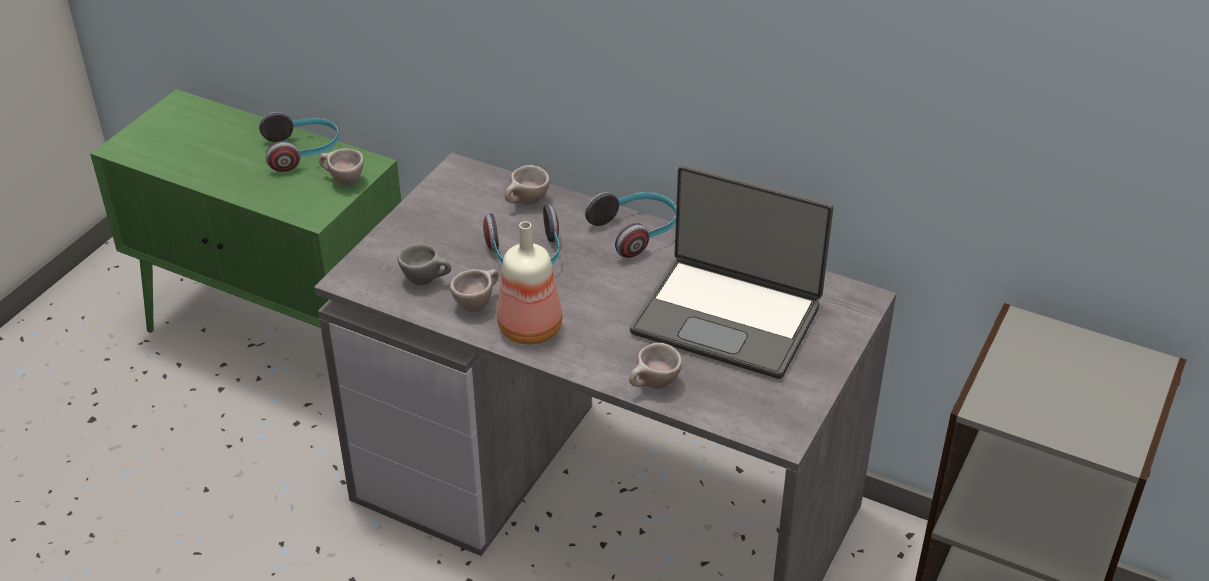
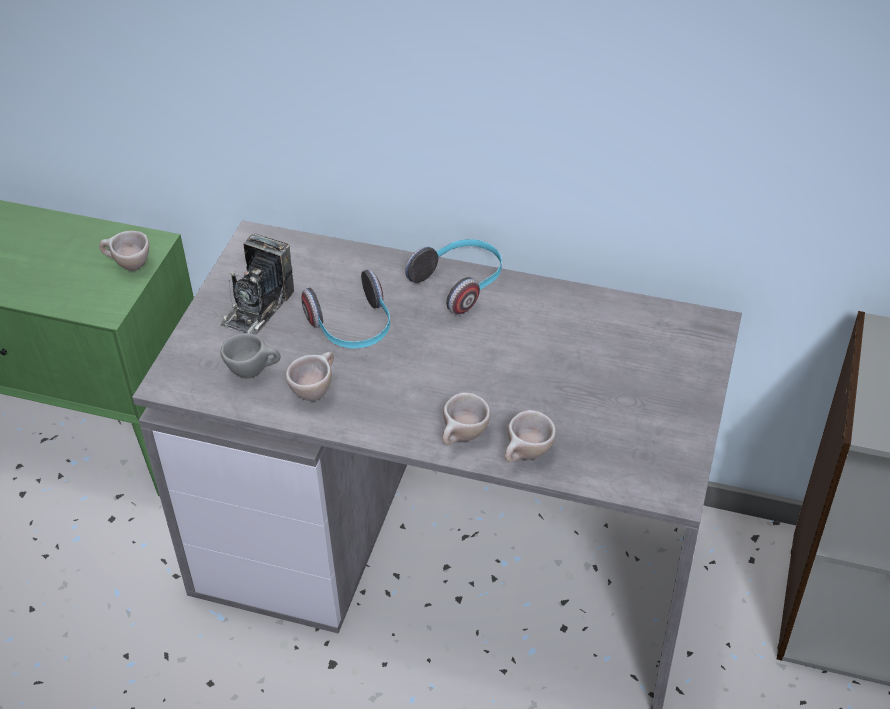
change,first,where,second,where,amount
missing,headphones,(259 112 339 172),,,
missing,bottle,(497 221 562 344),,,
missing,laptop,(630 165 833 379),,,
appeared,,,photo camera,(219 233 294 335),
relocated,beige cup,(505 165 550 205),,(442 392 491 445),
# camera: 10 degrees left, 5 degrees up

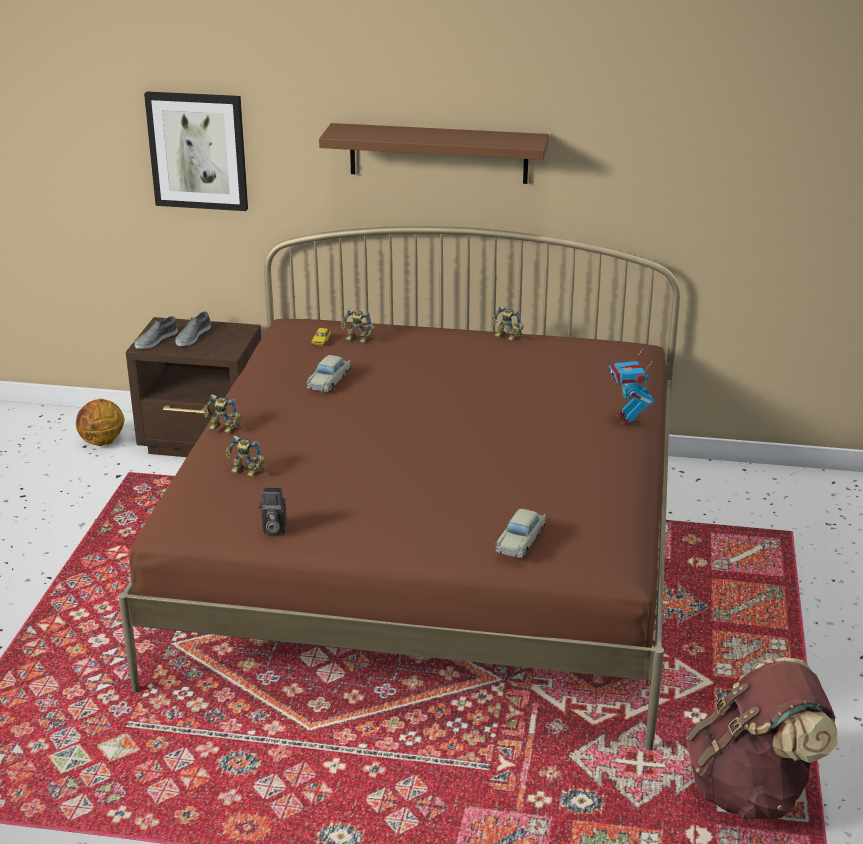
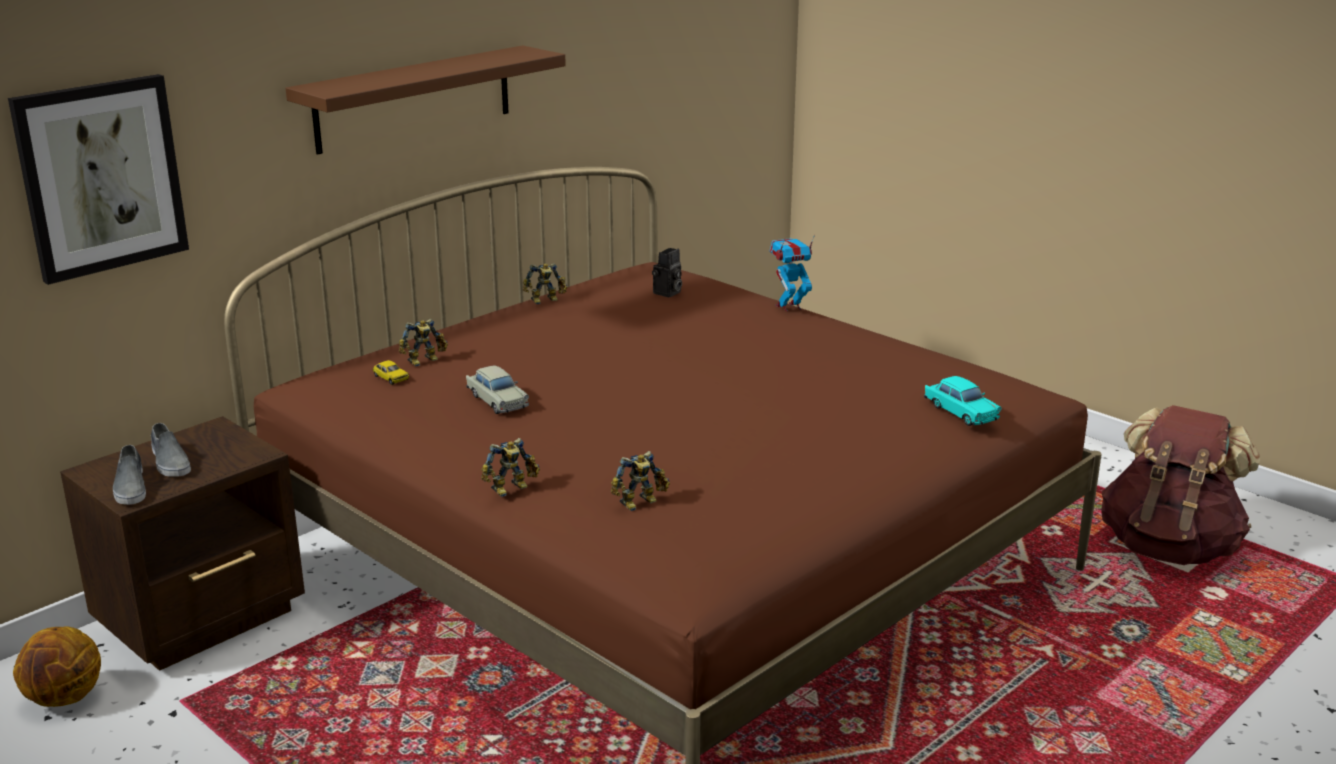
change,first,where,second,where,amount
relocated,photo camera,(259 488 287 535),,(652 248 682 297),
colour,beige toy car,(495 509 546 558),turquoise toy car,(924 376 1002 426),
spun,toy robot,(609 349 654 425),,(769 235 815 312),135 degrees clockwise
# camera: 55 degrees left, 5 degrees down

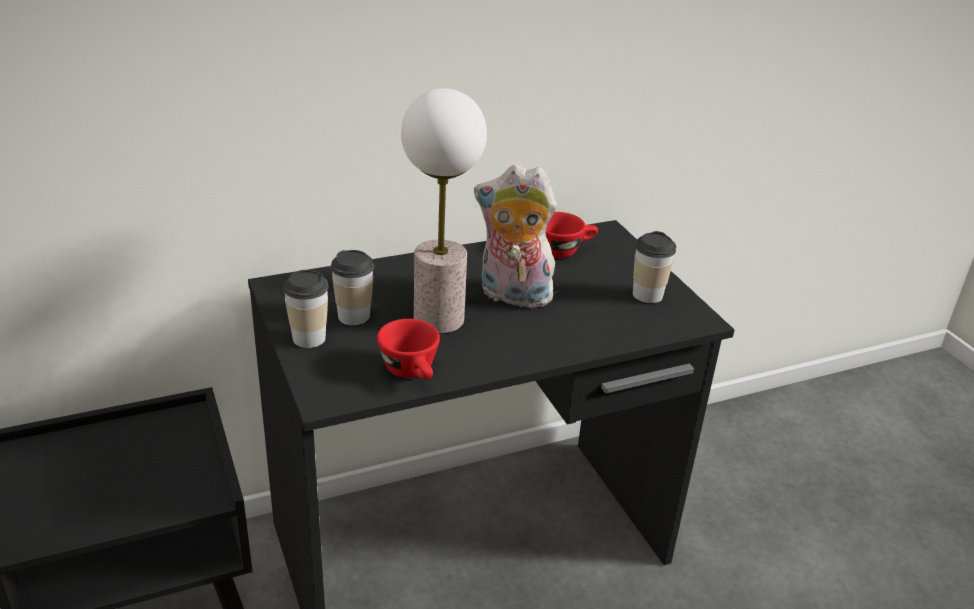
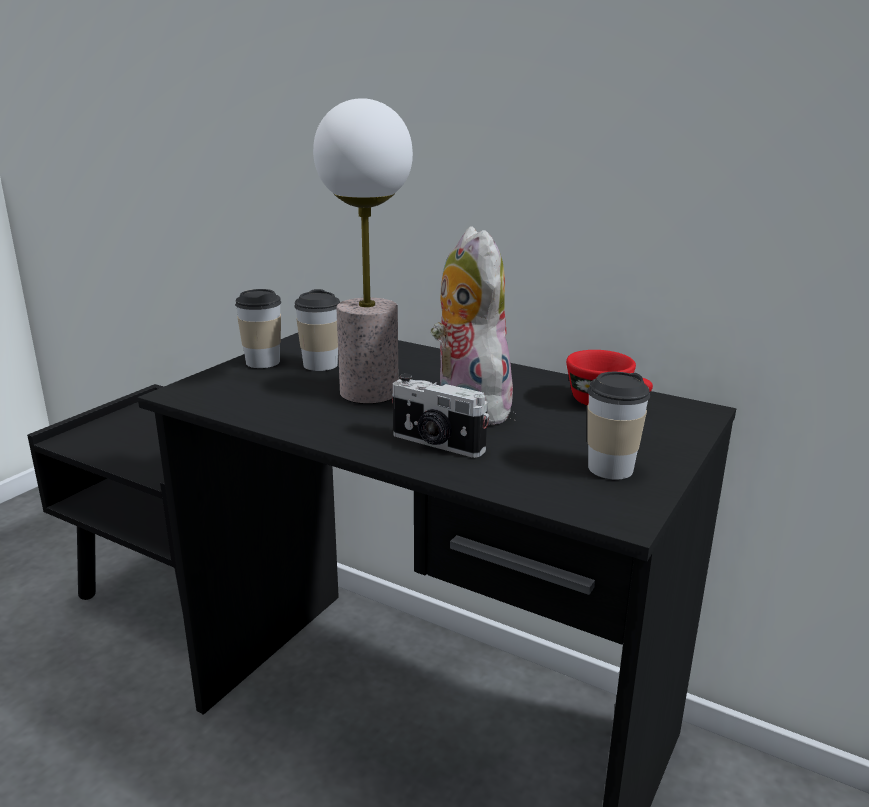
change,first,where,second,where,amount
missing,red cup,(377 319 440 379),,,
appeared,,,photo camera,(392 374 489 458),
# camera: 55 degrees right, 10 degrees down

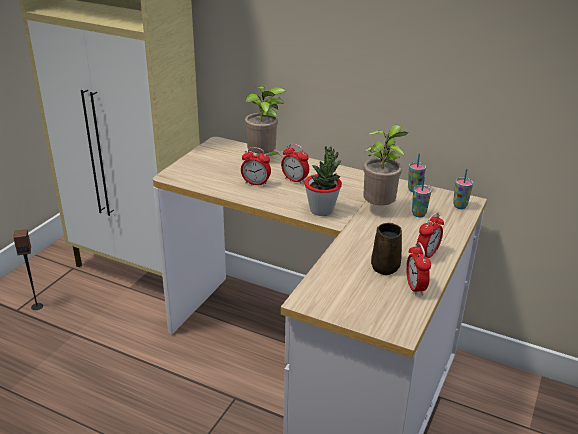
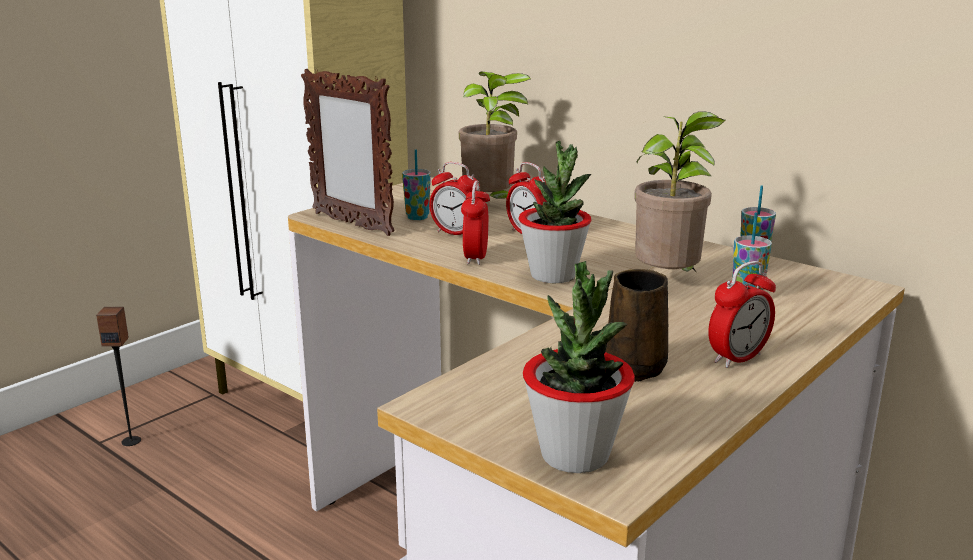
change,first,where,second,where,amount
appeared,,,picture frame,(301 69 395 236),
appeared,,,potted plant,(523 261 635 473),
relocated,alarm clock,(406 242 431 296),,(461 180 490 265),
relocated,cup,(453 169 473 209),,(402 149 431 220),
# camera: 15 degrees right, 10 degrees down

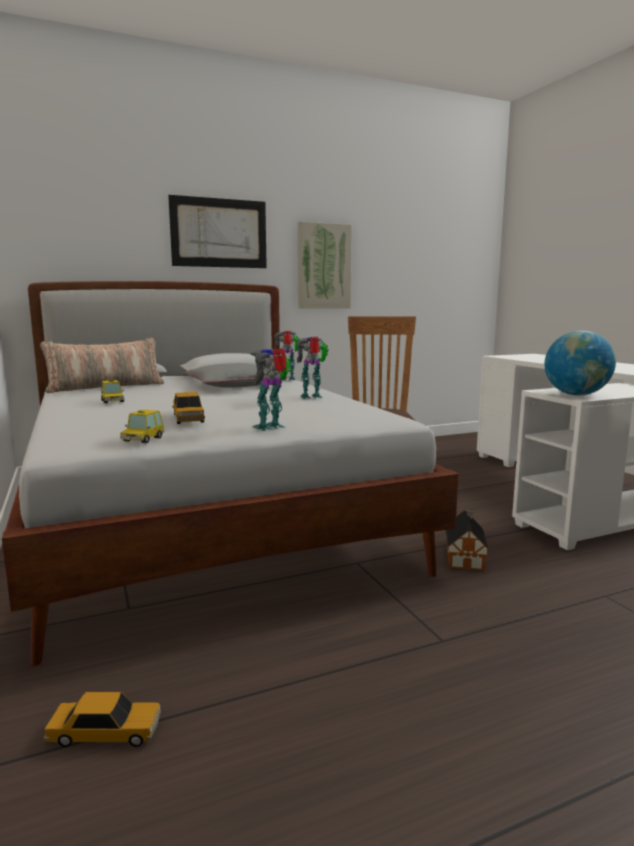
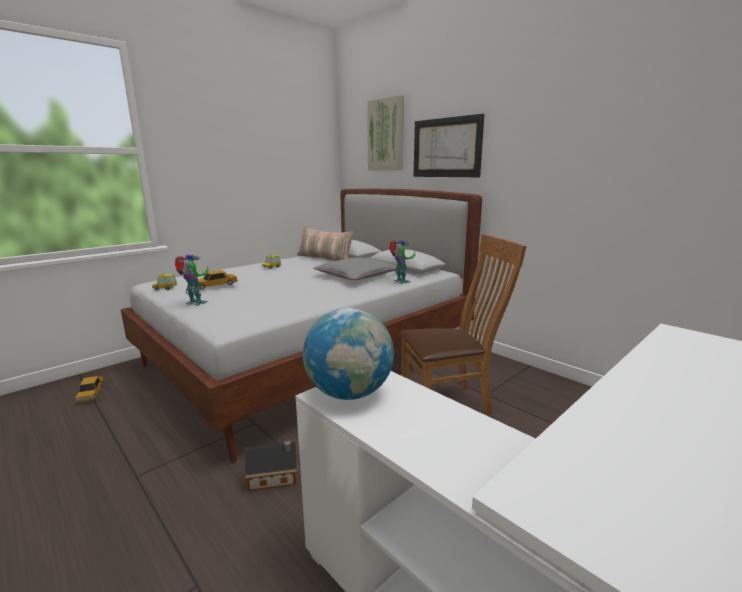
change,first,where,second,where,amount
missing,toy robot,(297 337 329 399),,,
relocated,picture,(297 221 352 308),,(367 95 404 170),
# camera: 70 degrees right, 5 degrees up

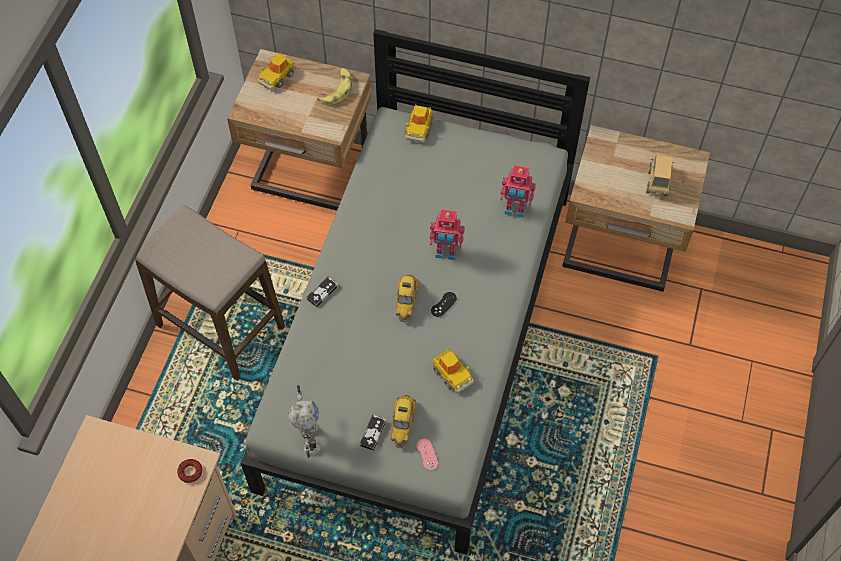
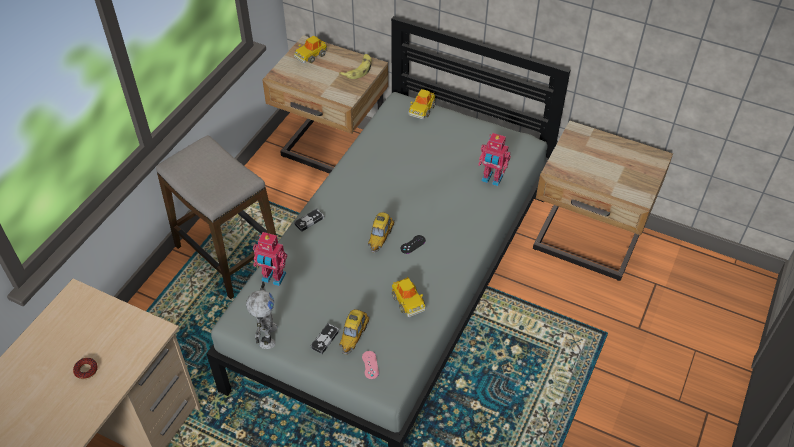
change,first,where,second,where,amount
missing,toy truck,(646 154 674 196),,,
relocated,donut,(177 459 203 483),,(73 358 98 379),
relocated,toy robot,(430 209 465 260),,(253 232 287 286),
# camera: 10 degrees right, 10 degrees down

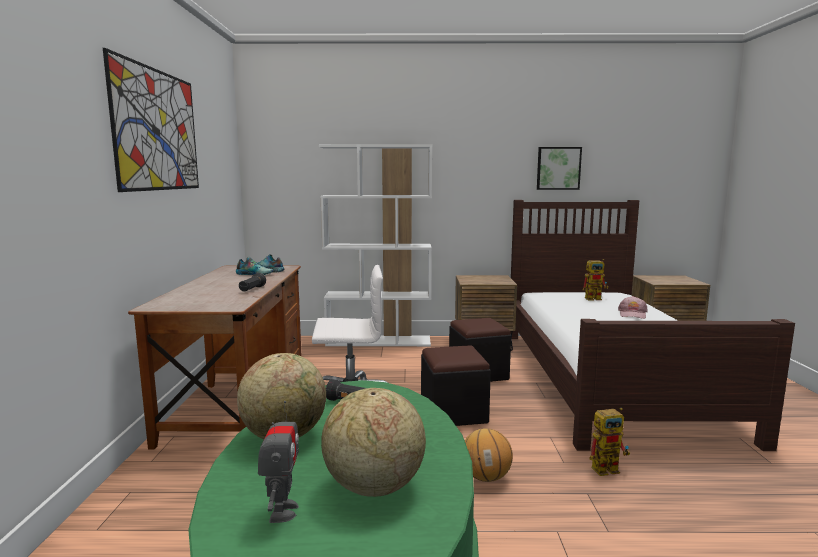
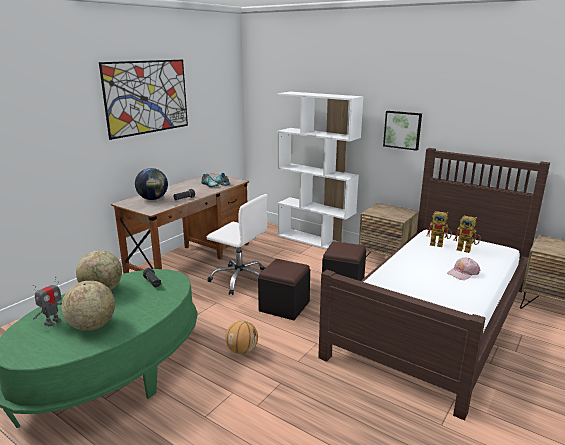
change,first,where,second,where,amount
appeared,,,globe,(135 168 168 200),
relocated,picture,(537 147 582 190),,(383 111 422 151),
relocated,toy robot,(590 408 630 476),,(426 211 452 247),
# camera: 35 degrees right, 10 degrees up

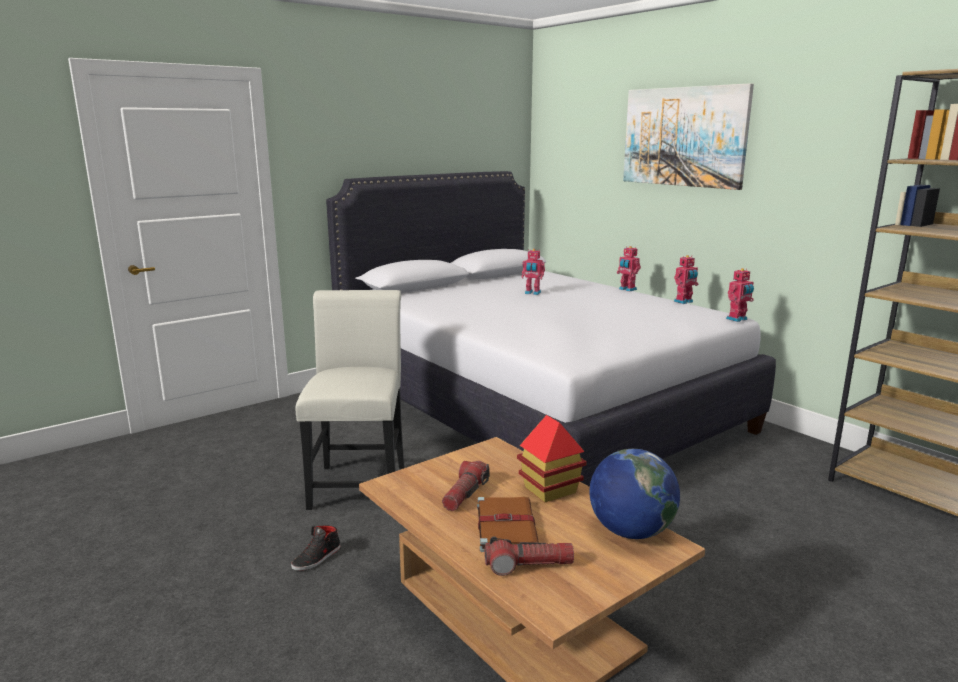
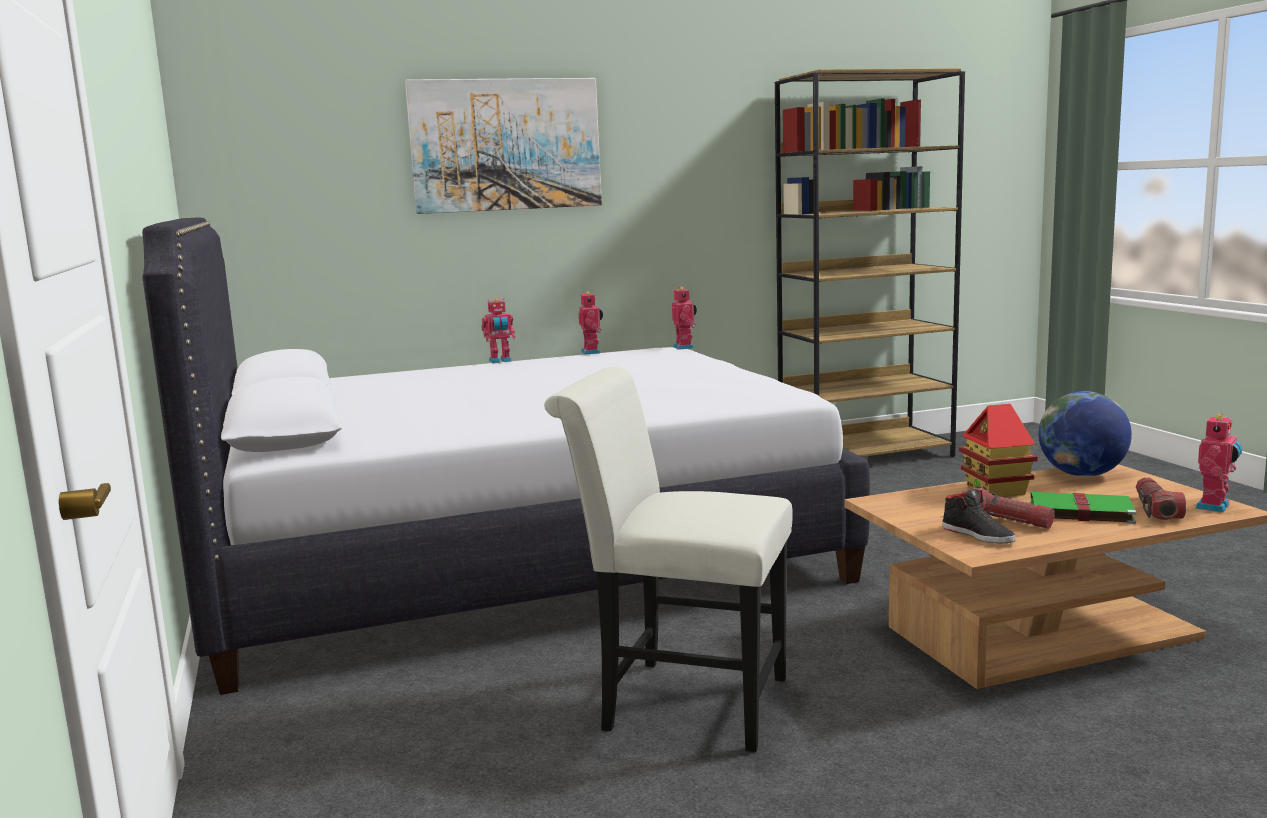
change,first,where,second,where,amount
relocated,black shoe,(291 526 340 571),,(942 489 1016 543),
relocated,toy robot,(522 249 545 295),,(1195 414 1242 513),
colour,brown book,(477 497 539 552),green book,(1031 492 1136 524),
# camera: 70 degrees left, 5 degrees down

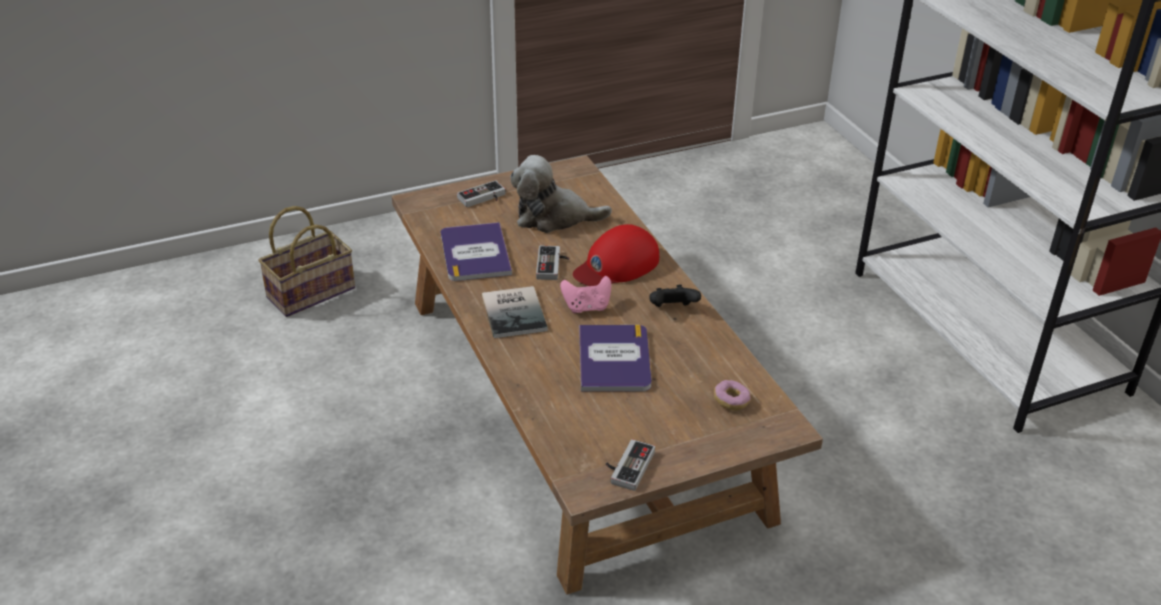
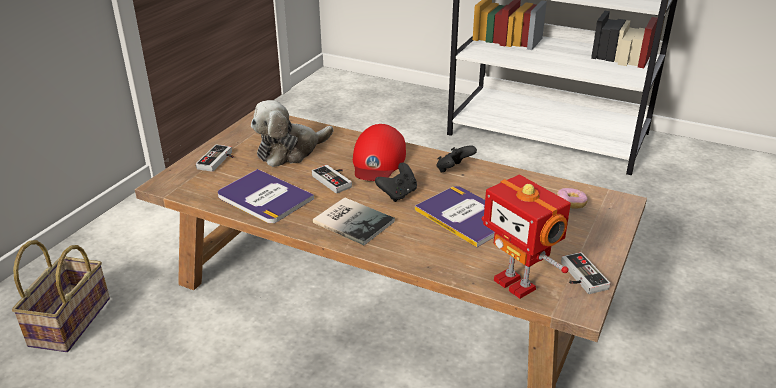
change,first,where,second,where,amount
appeared,,,toy robot,(481 175 571 299),
colour,pink game controller,(560 276 611 313),black game controller,(375 163 417 202),
# camera: 40 degrees left, 5 degrees down

